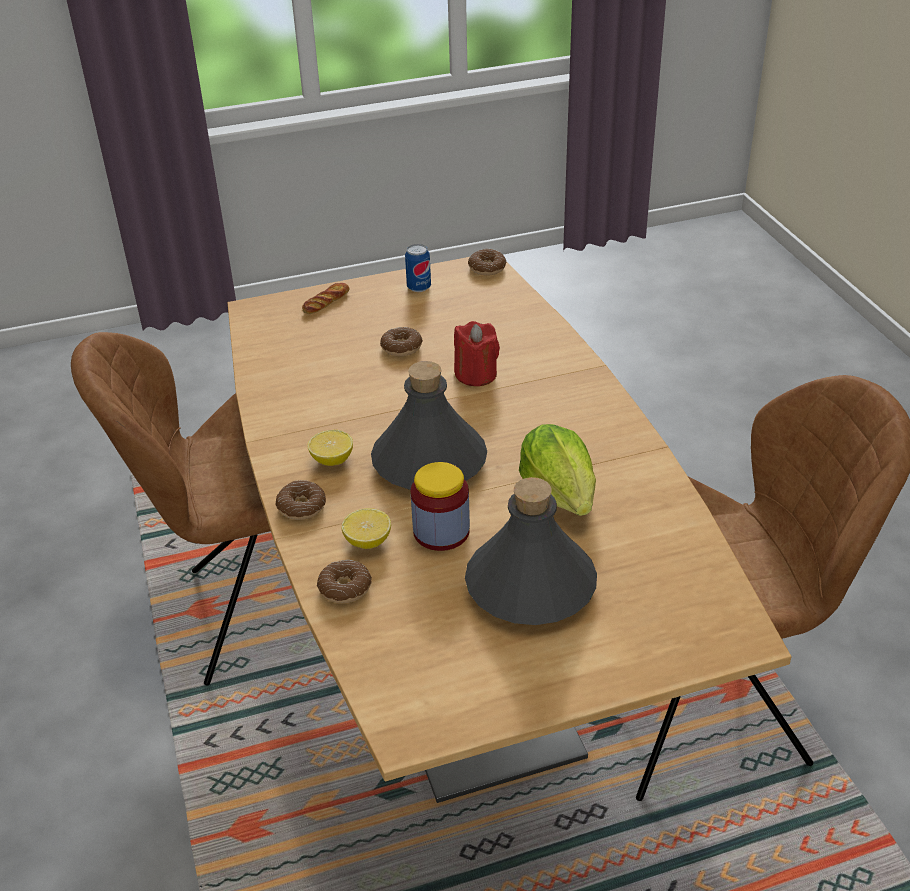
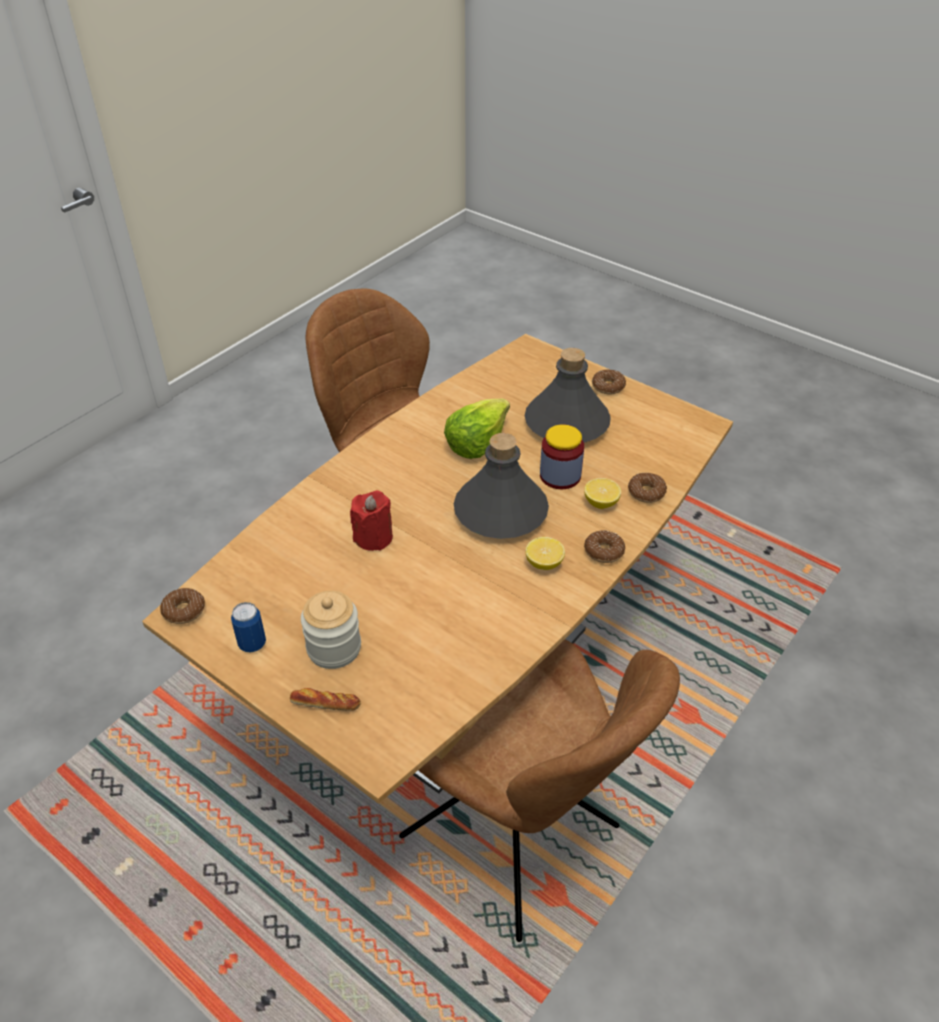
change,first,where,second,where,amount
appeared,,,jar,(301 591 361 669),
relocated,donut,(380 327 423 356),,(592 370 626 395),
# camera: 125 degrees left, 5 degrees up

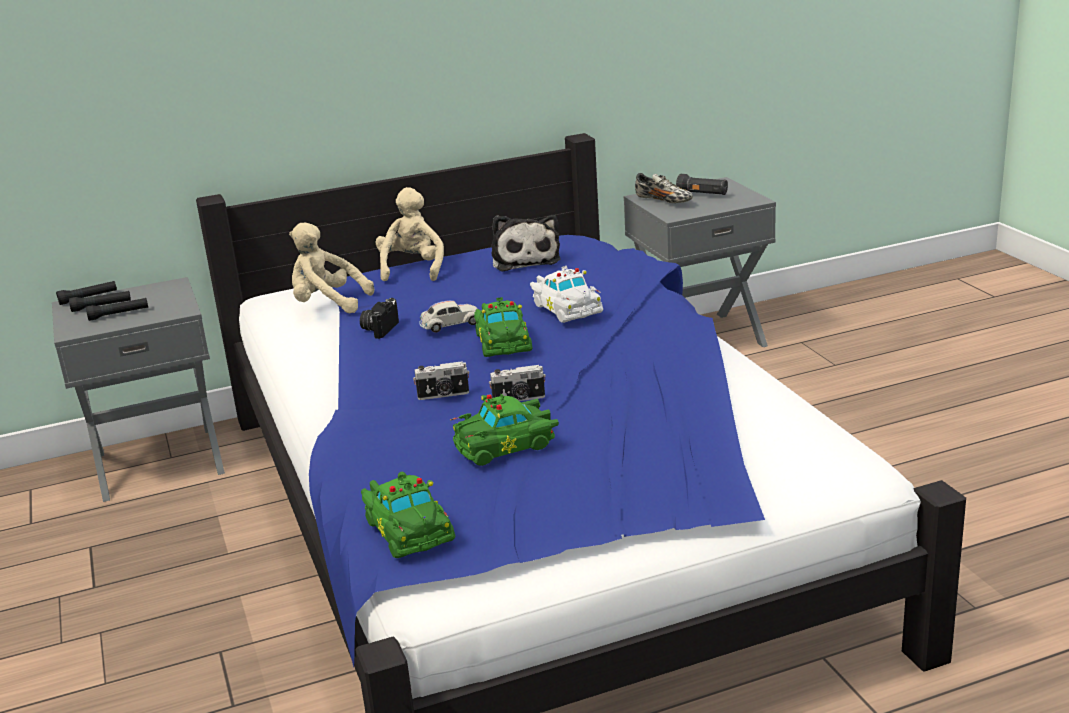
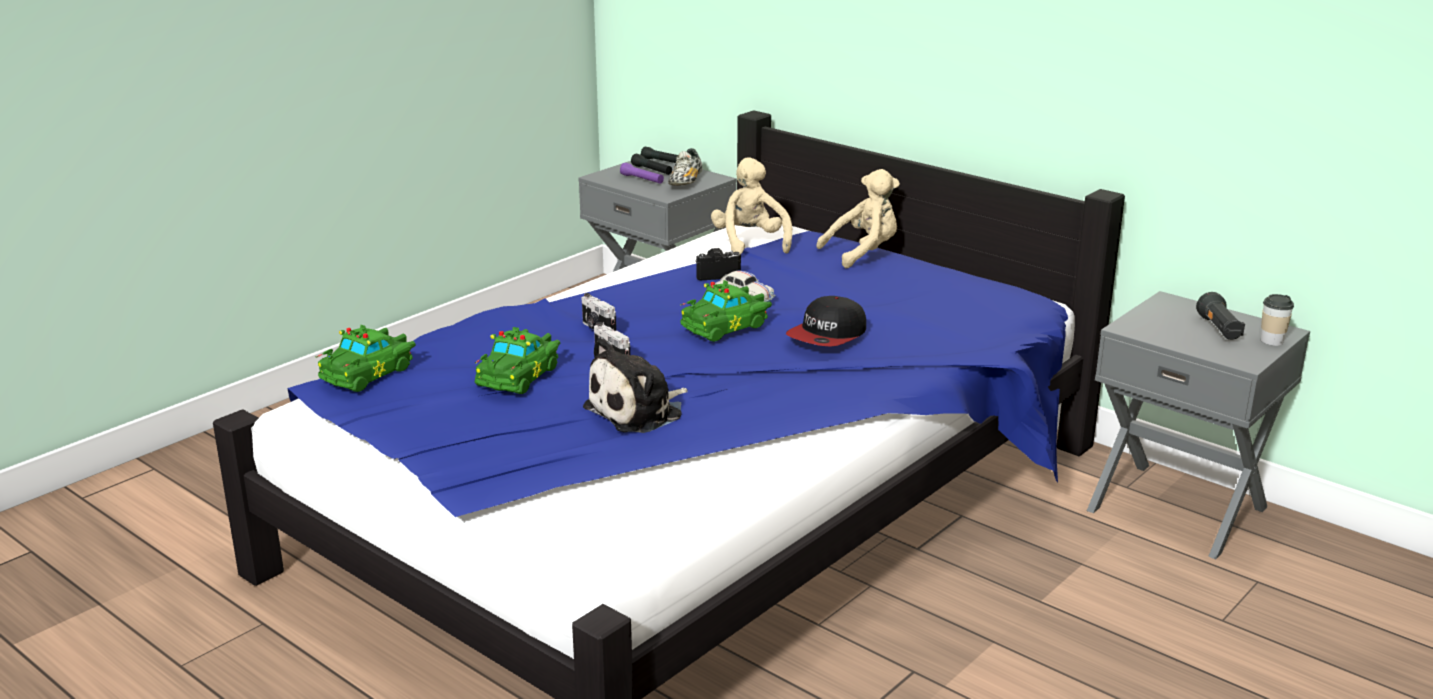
change,first,where,second,where,amount
appeared,,,cup,(1261 294 1294 346),
relocated,plush toy,(492 215 561 272),,(583 337 688 433),
relocated,shoe,(635 173 693 203),,(668 148 703 186),
exchanged,white toy car,(530 266 603 323),cap,(786 296 866 347),
colour,black flashlight,(86 298 148 321),purple flashlight,(620 163 664 184),
spun,green toy car,(450 394 559 466),,(475 327 560 394),105 degrees counterclockwise
# camera: 60 degrees right, 0 degrees up

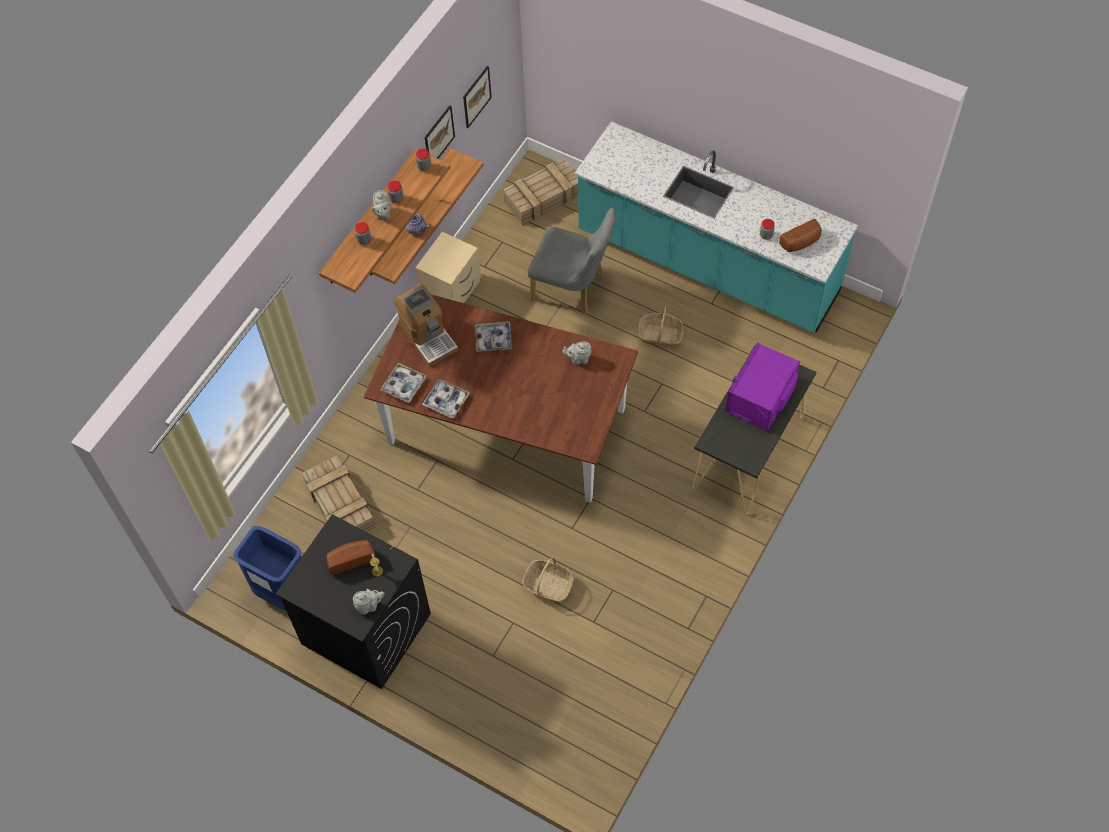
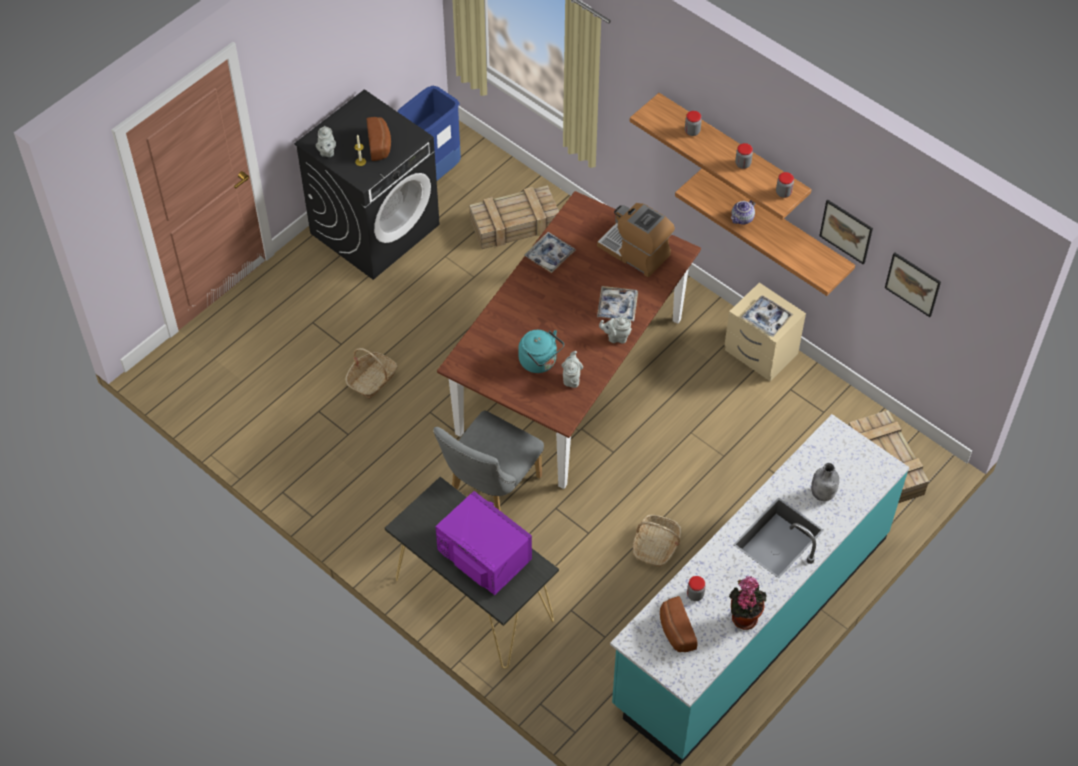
change,first,where,second,where,amount
appeared,,,turquoise kettle,(518 330 564 373),
appeared,,,potted plant,(729 576 767 630),
appeared,,,grey bottle,(811 463 839 501),
relocated,grey teapot,(372 190 392 219),,(599 317 632 344),
relocated,tray,(380 363 426 403),,(741 295 793 337),
relocated,grey chair,(528 208 616 314),,(433 410 544 511),
spun,coffee machine,(394 284 459 367),,(597 203 675 277),60 degrees clockwise
# camera: 100 degrees right, 5 degrees down

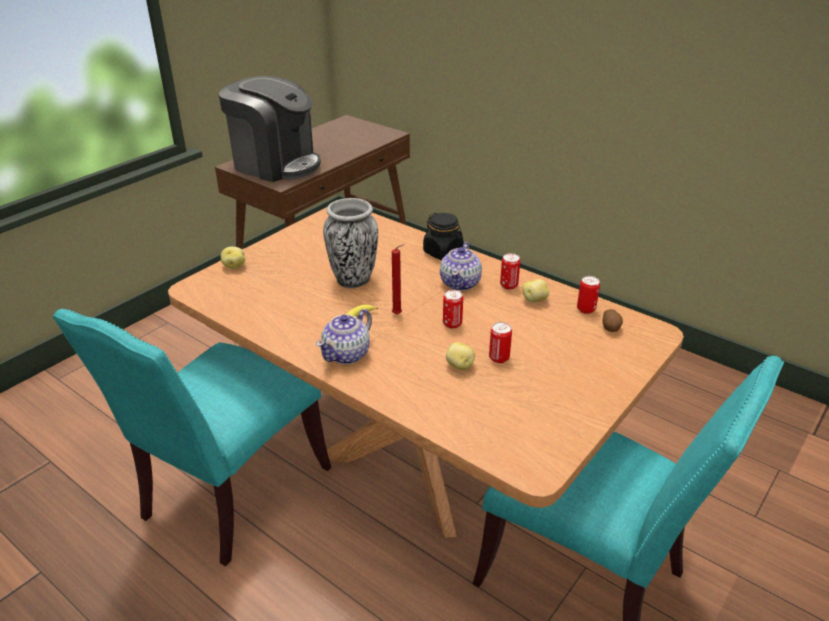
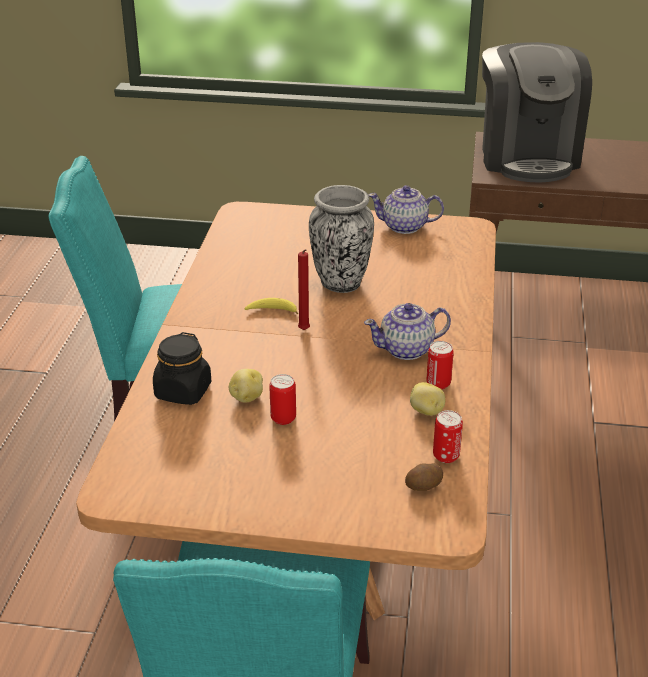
change,first,where,second,where,amount
missing,potato,(221 247 245 269),,,
missing,can,(443 290 463 329),,,
relocated,teapot,(316 309 372 364),,(368 185 444 234),
relocated,black jar,(423 213 464 260),,(153 332 211 405),
# camera: 60 degrees right, 0 degrees up

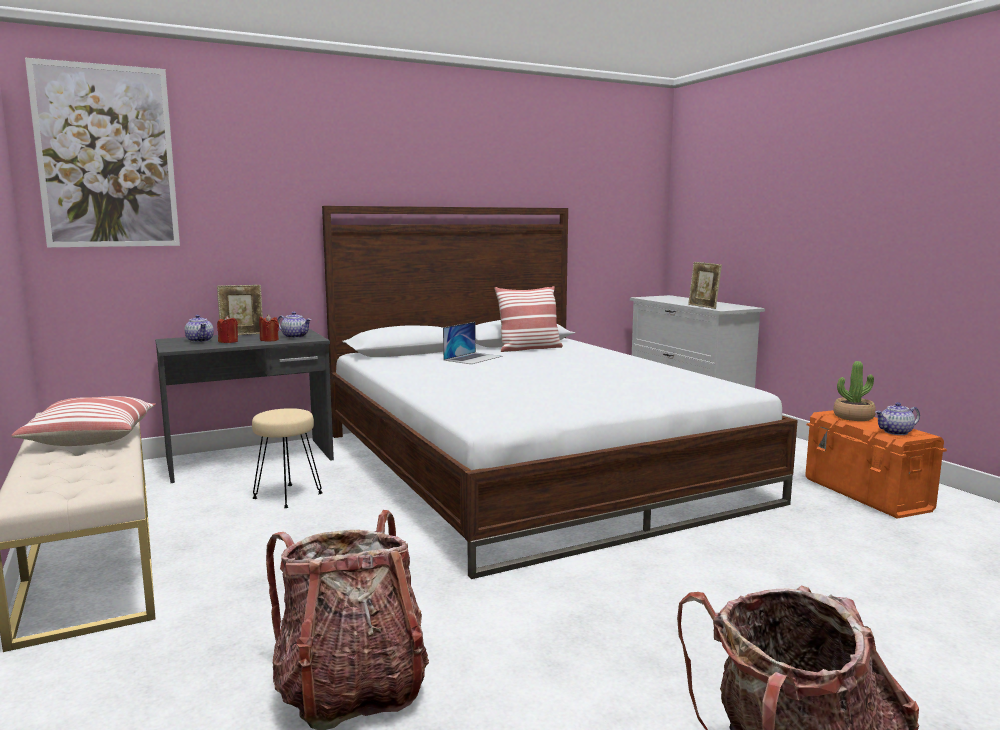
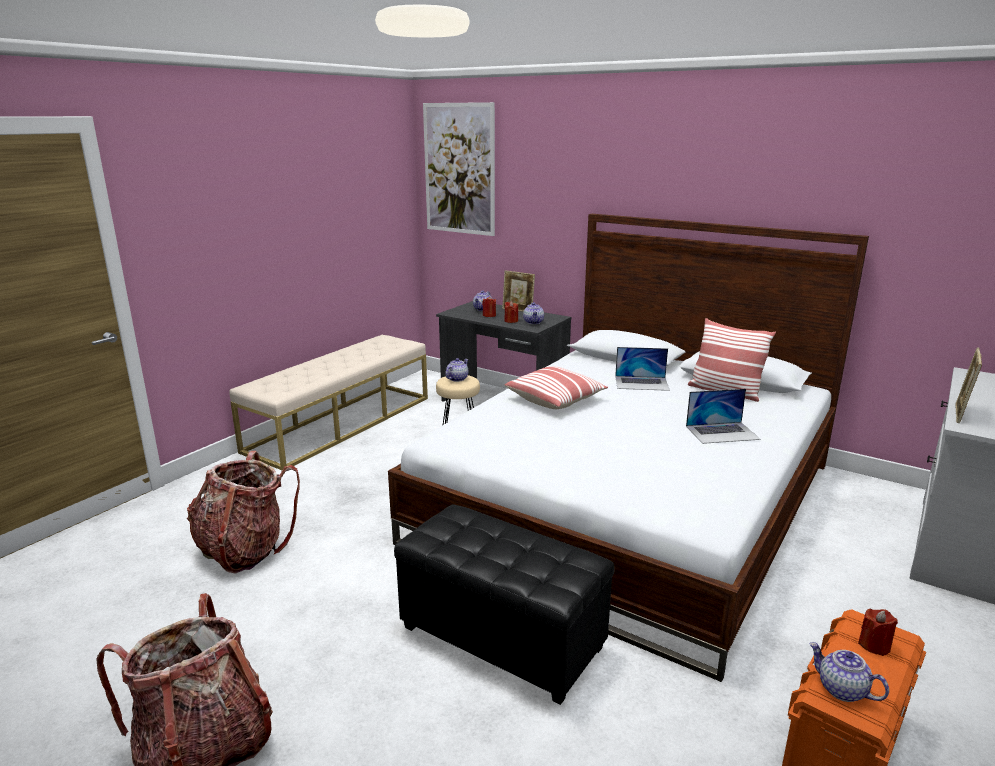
change,first,where,second,where,amount
appeared,,,black ottoman,(394 505 615 705),
appeared,,,teapot,(445 358 468 382),
appeared,,,laptop,(686 389 761 444),
relocated,pillow,(11 396 156 446),,(505 366 608 409),
exchanged,potted plant,(833 361 876 421),red candle,(858 609 898 656),
# camera: 60 degrees right, 10 degrees up

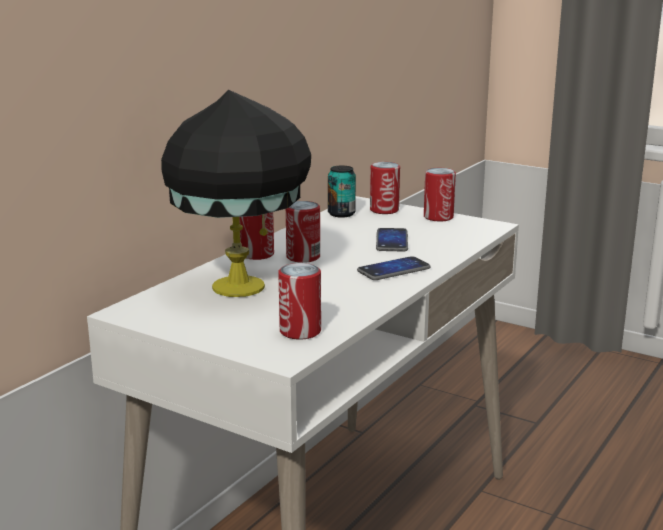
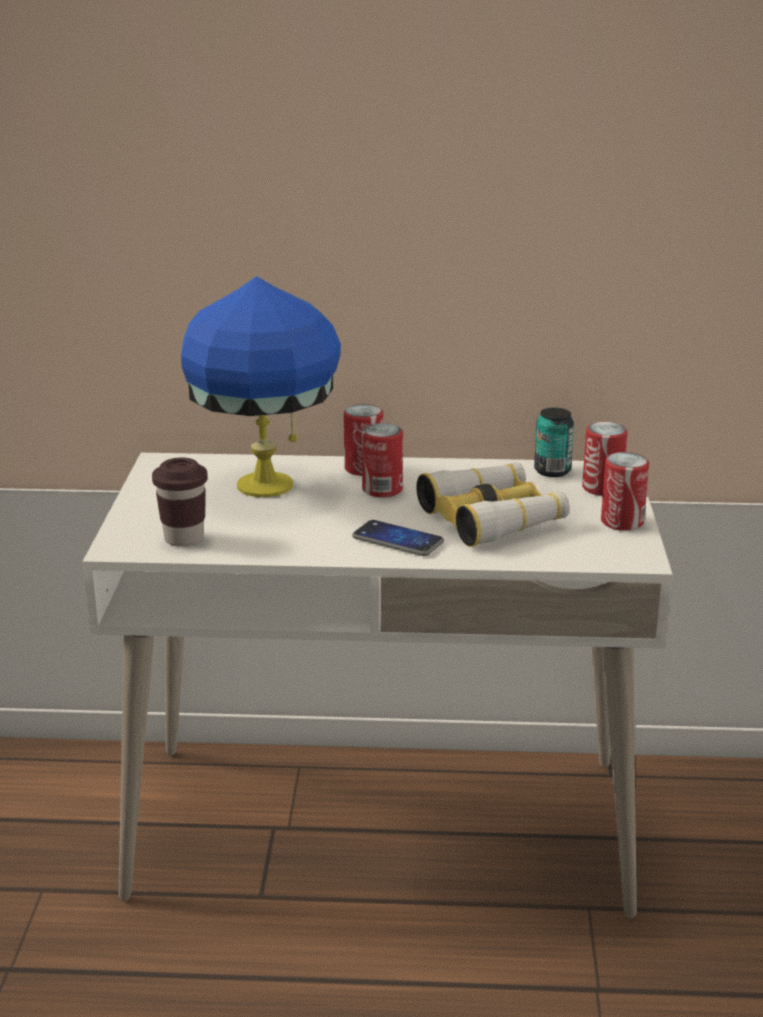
change,first,where,second,where,amount
exchanged,can,(278 263 321 340),brown cup,(152 457 208 547),
exchanged,phone,(376 228 408 251),binoculars,(416 462 570 547),
colour,black table lamp,(161 90 311 297),blue table lamp,(181 276 341 498),
# camera: 60 degrees right, 5 degrees up

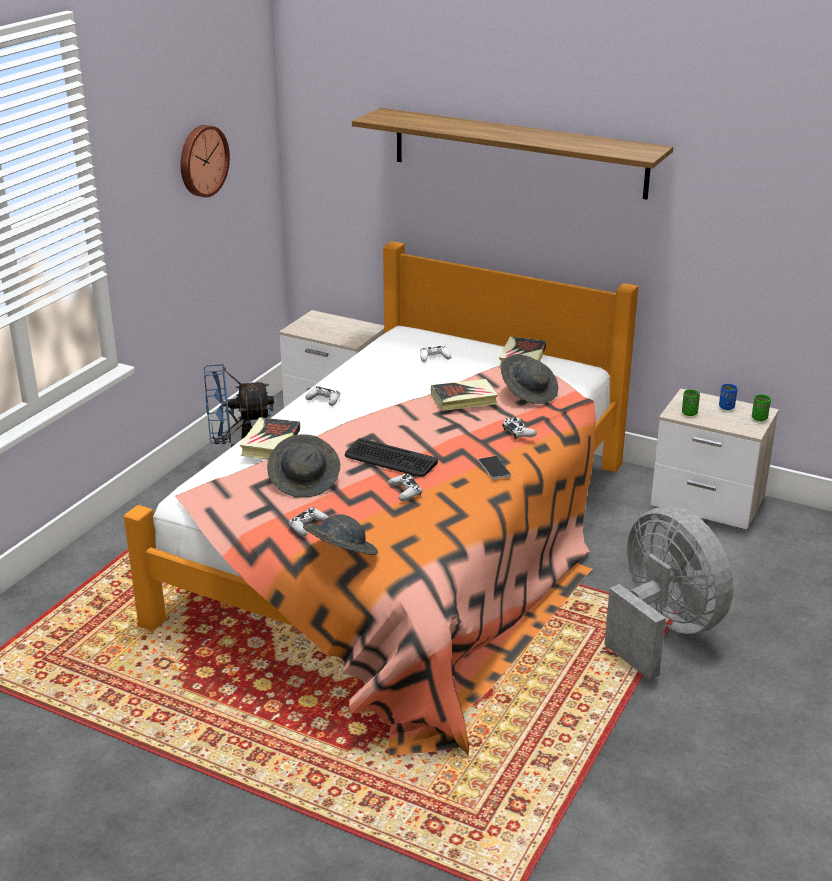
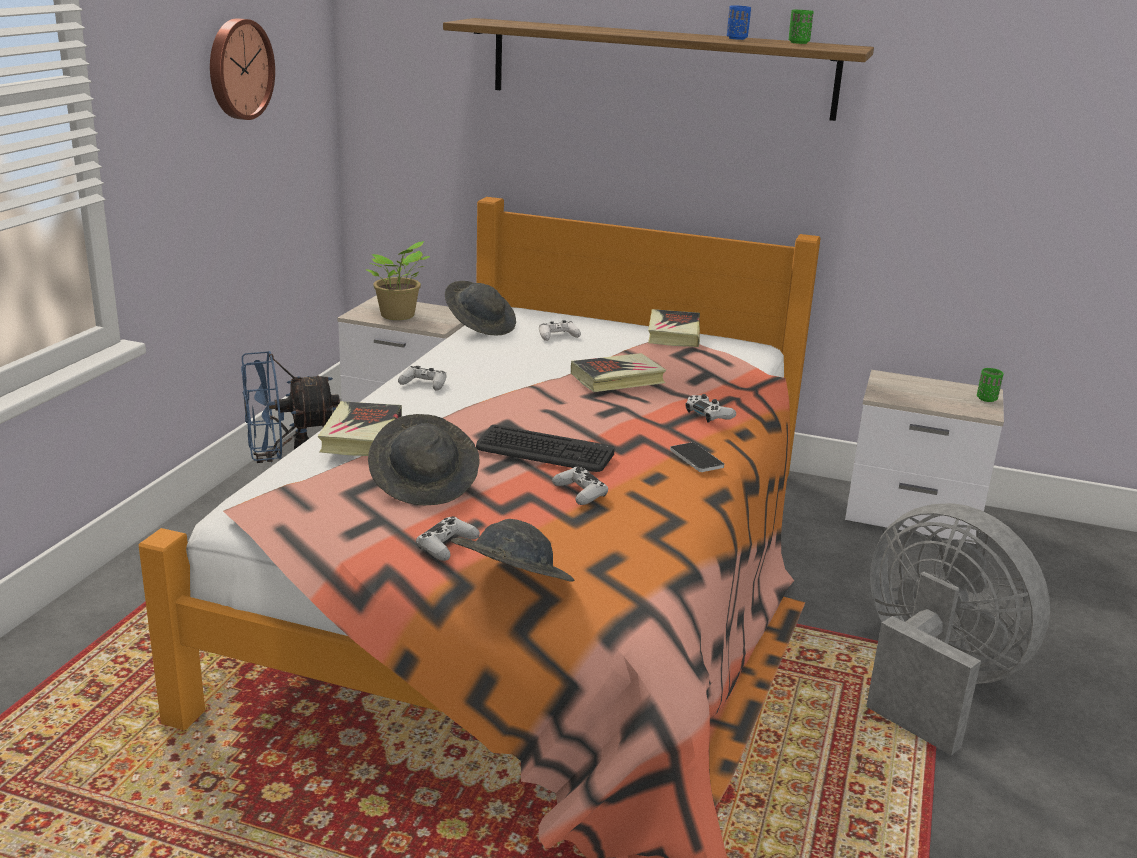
change,first,where,second,where,amount
appeared,,,potted plant,(366 241 430 320),
relocated,grey hat,(501 354 558 404),,(445 281 516 335),
relocated,green cup,(682 390 700 416),,(789 9 814 44),
relocated,blue cup,(719 384 738 410),,(727 5 751 40),
# camera: 10 degrees left, 5 degrees down

